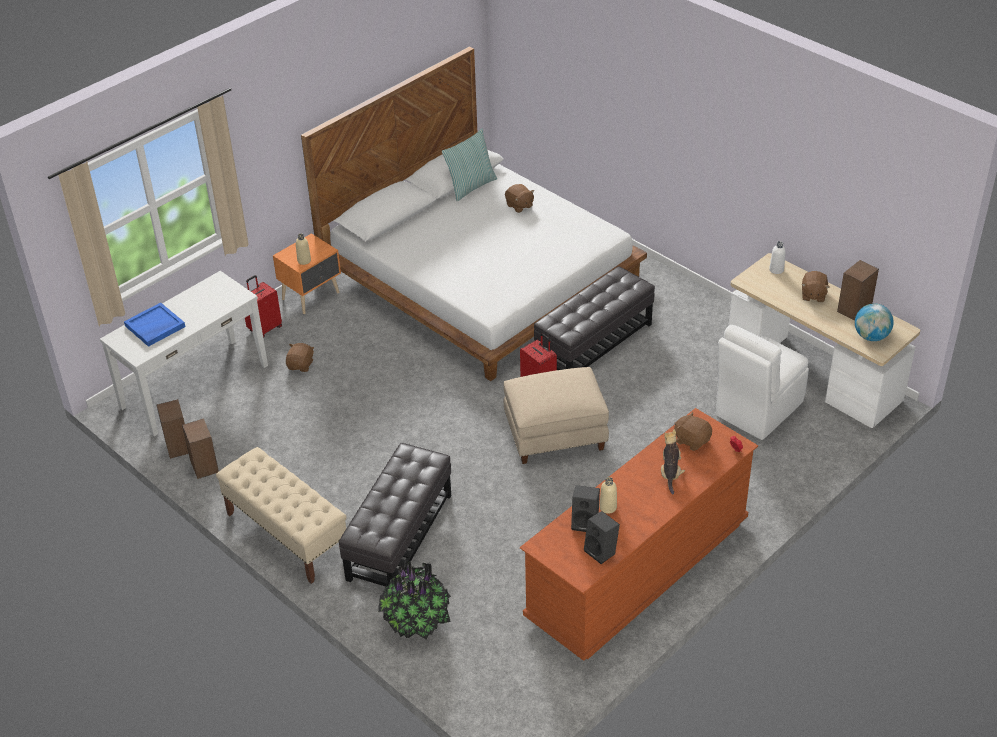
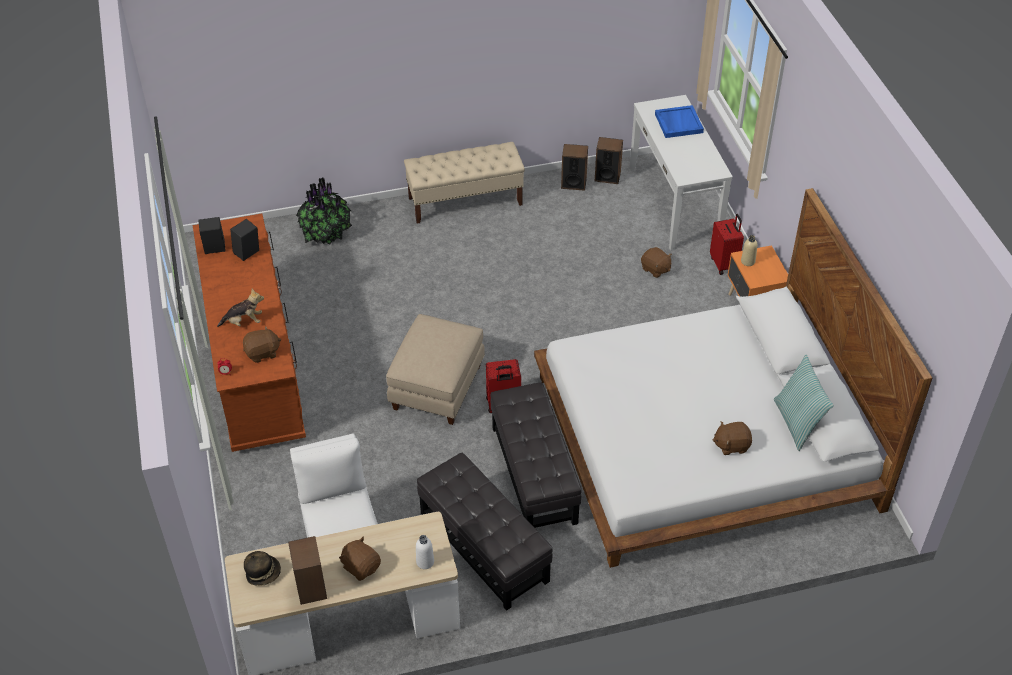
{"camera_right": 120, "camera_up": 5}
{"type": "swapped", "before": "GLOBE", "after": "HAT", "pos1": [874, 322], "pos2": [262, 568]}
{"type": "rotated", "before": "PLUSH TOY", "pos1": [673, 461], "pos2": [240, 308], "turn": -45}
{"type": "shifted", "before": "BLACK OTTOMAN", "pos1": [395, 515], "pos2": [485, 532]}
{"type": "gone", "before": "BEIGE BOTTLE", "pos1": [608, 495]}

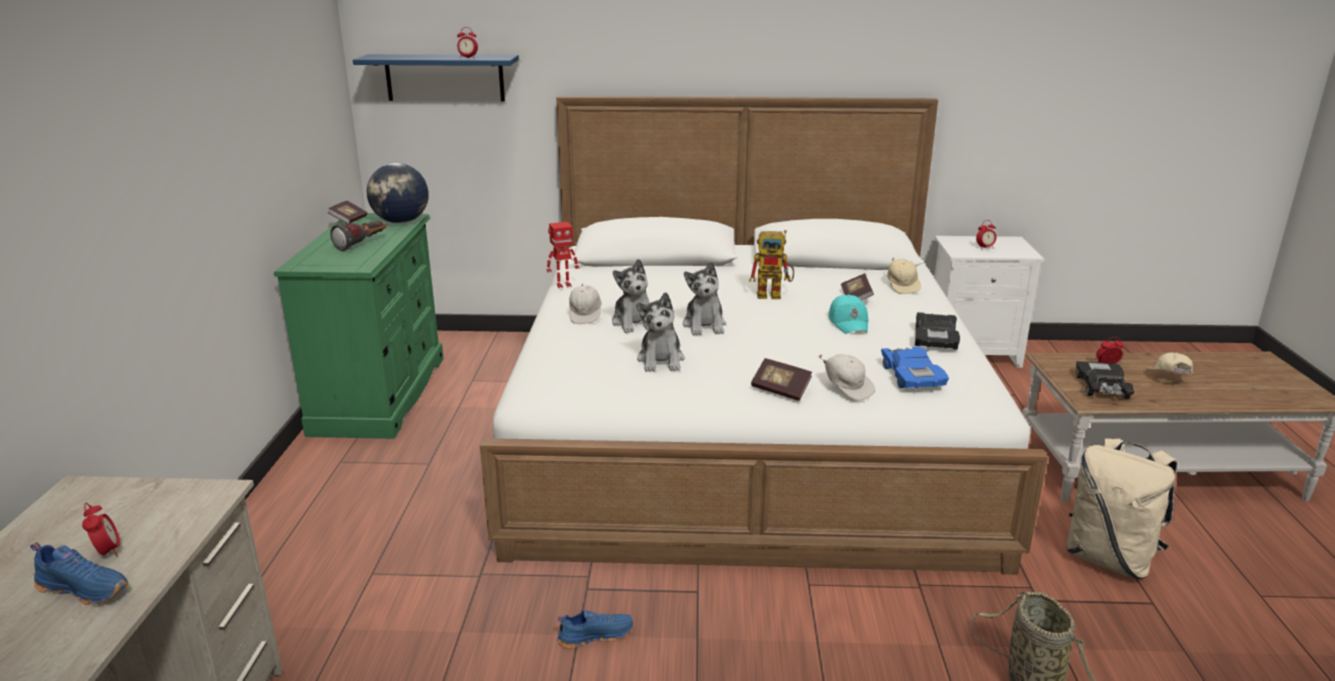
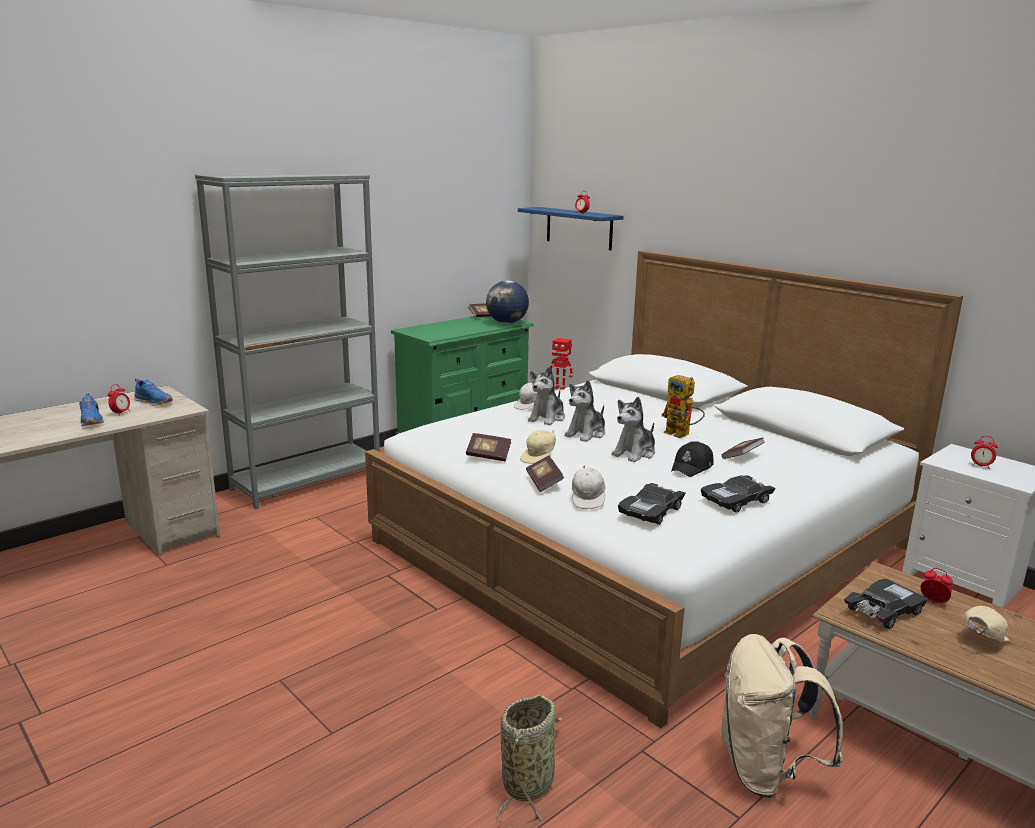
{"camera_right": 45, "camera_up": -5}
{"type": "gone", "before": "FLASHLIGHT", "pos1": [358, 236]}
{"type": "shifted", "before": "BEIGE CAP", "pos1": [904, 276], "pos2": [538, 447]}
{"type": "shifted", "before": "PLUSH TOY", "pos1": [660, 332], "pos2": [633, 429]}
{"type": "repainted", "before": "TURQUOISE CAP", "after": "BLACK CAP", "pos1": [848, 314], "pos2": [692, 459]}
{"type": "repainted", "before": "BLUE TOY CAR", "after": "BLACK TOY CAR", "pos1": [915, 367], "pos2": [651, 504]}
{"type": "shifted", "before": "BLUE SHOE", "pos1": [595, 629], "pos2": [153, 392]}
{"type": "new", "after": "GREY BOOKCASE", "pos2": [287, 340]}
{"type": "new", "after": "BOOK", "pos2": [488, 447]}

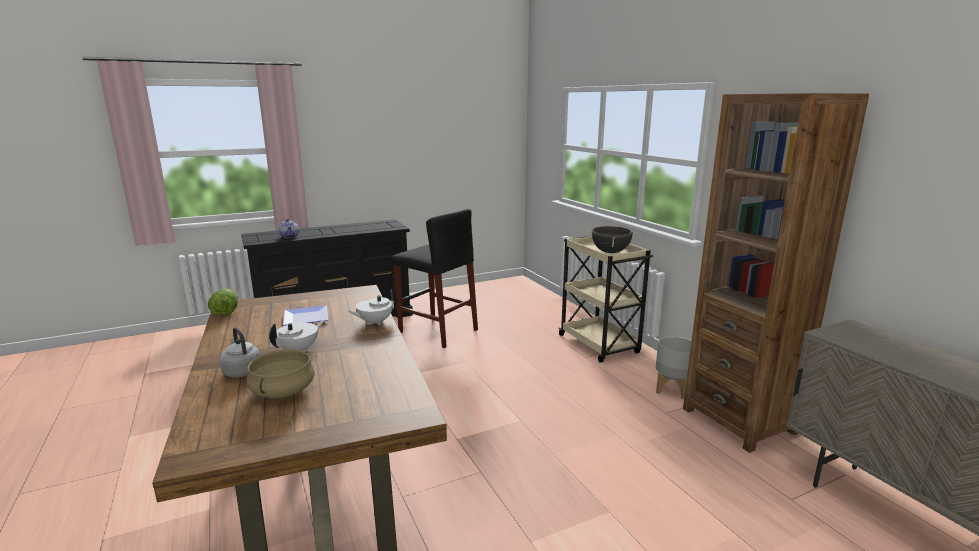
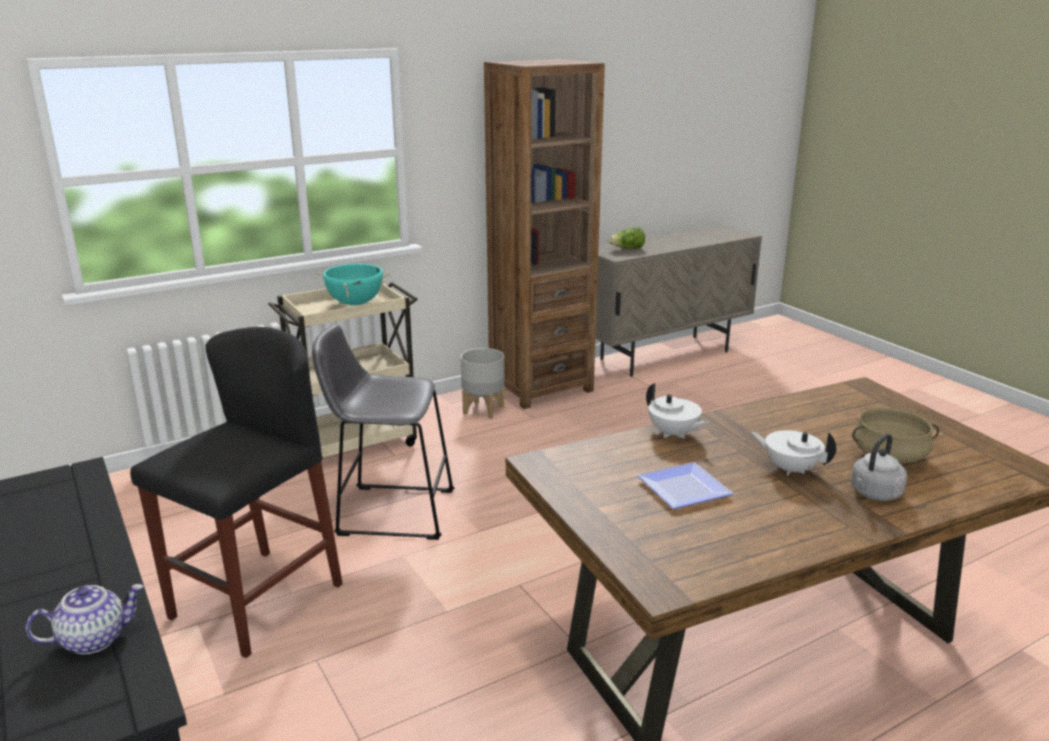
{"camera_right": -95, "camera_up": 5}
{"type": "repainted", "before": "BLACK COOKING POT", "after": "TURQUOISE COOKING POT", "pos1": [612, 239], "pos2": [353, 284]}
{"type": "shifted", "before": "LETTUCE", "pos1": [223, 302], "pos2": [626, 238]}
{"type": "new", "after": "GREY STOOL", "pos2": [383, 432]}

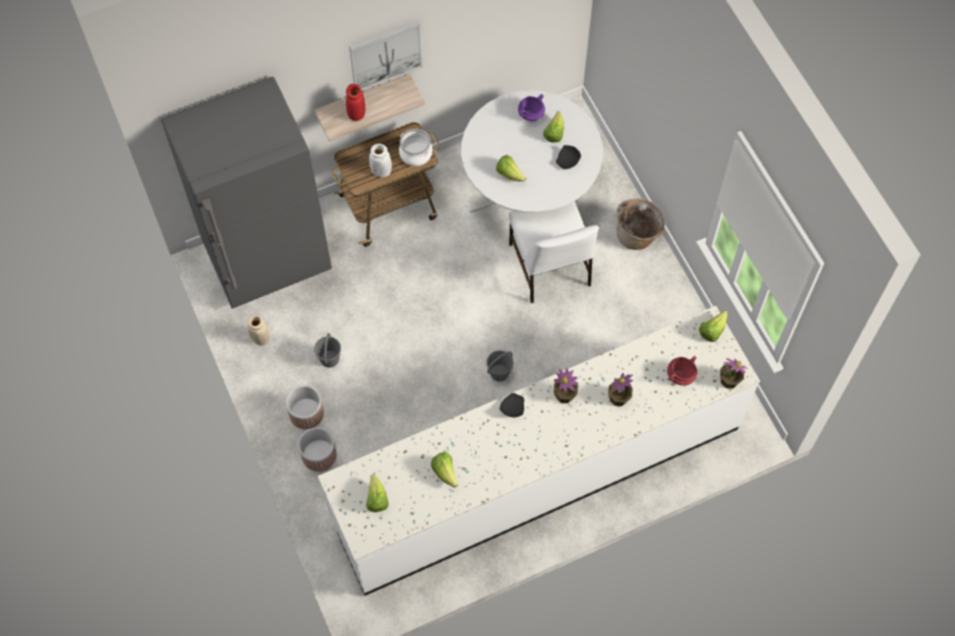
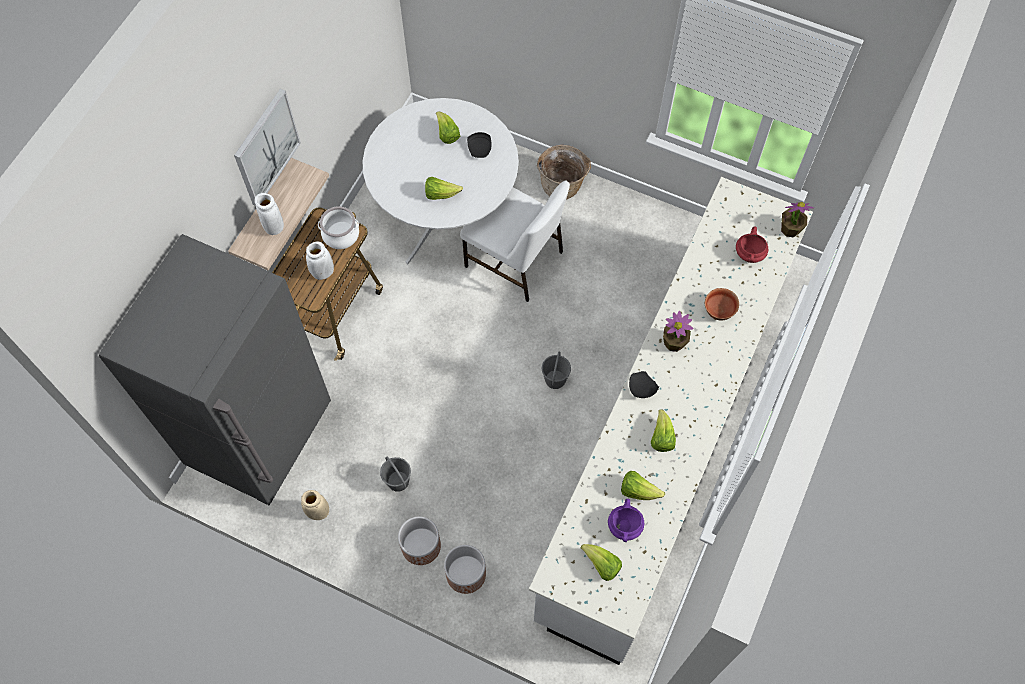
{"camera_right": -40, "camera_up": 0}
{"type": "repainted", "before": "RED VASE", "after": "WHITE VASE", "pos1": [355, 102], "pos2": [269, 214]}
{"type": "shifted", "before": "PURPLE COOKING POT", "pos1": [531, 107], "pos2": [626, 520]}
{"type": "shifted", "before": "LETTUCE", "pos1": [713, 326], "pos2": [663, 430]}
{"type": "swapped", "before": "POTTED PLANT", "after": "BOWL", "pos1": [620, 389], "pos2": [722, 304]}

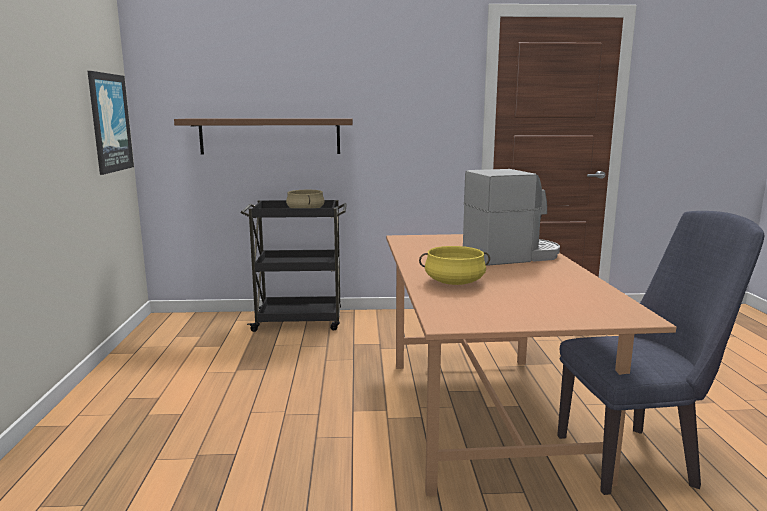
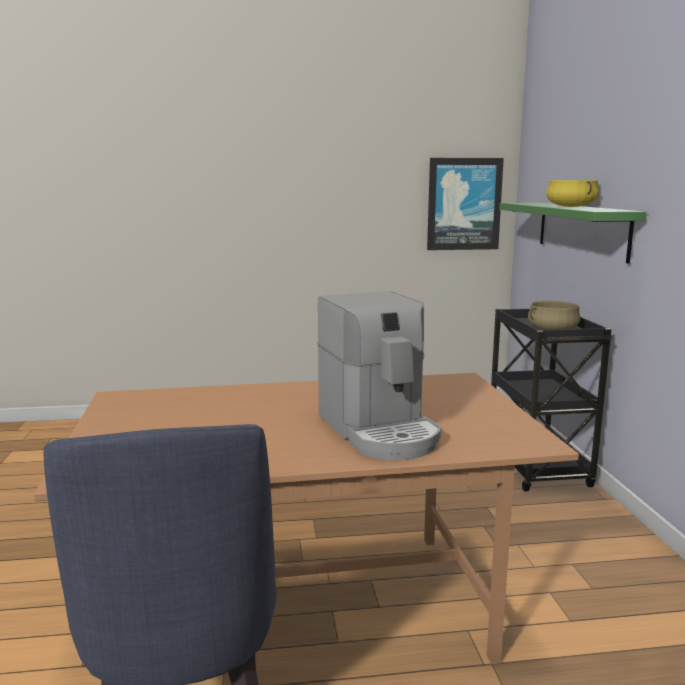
{"camera_right": 85, "camera_up": 0}
{"type": "repainted", "before": "BROWN SHELF", "after": "GREEN SHELF", "pos1": [263, 136], "pos2": [573, 233]}
{"type": "shifted", "before": "YELLOW COOKING POT", "pos1": [454, 265], "pos2": [572, 193]}

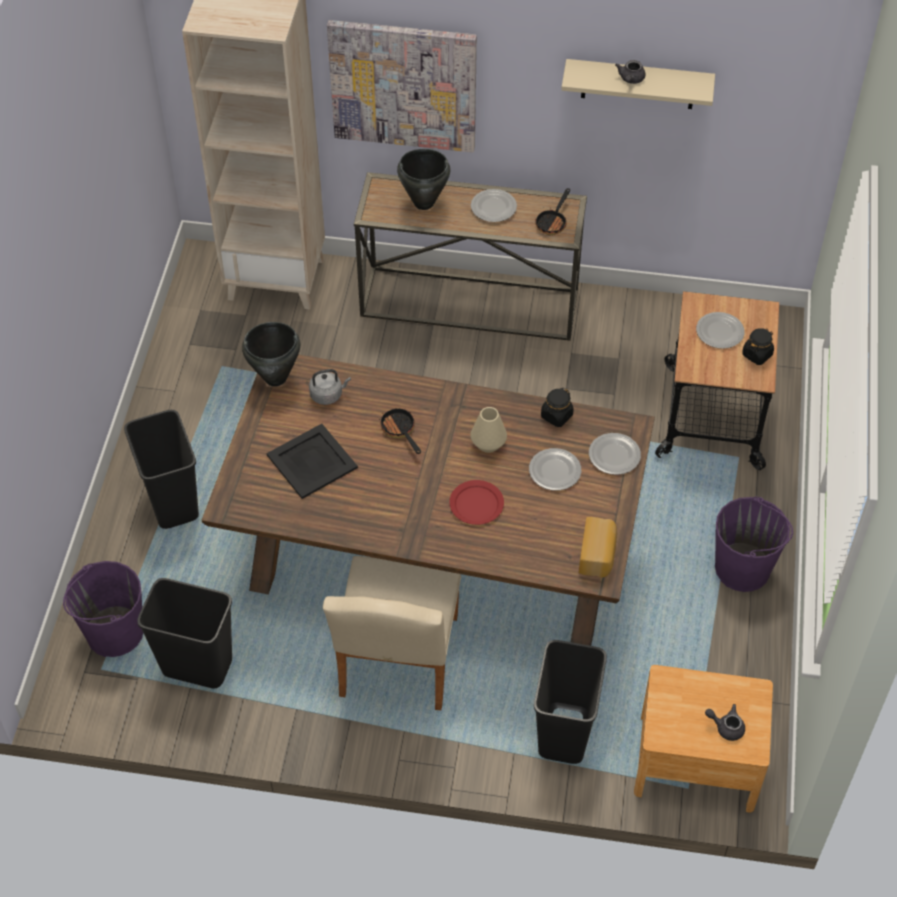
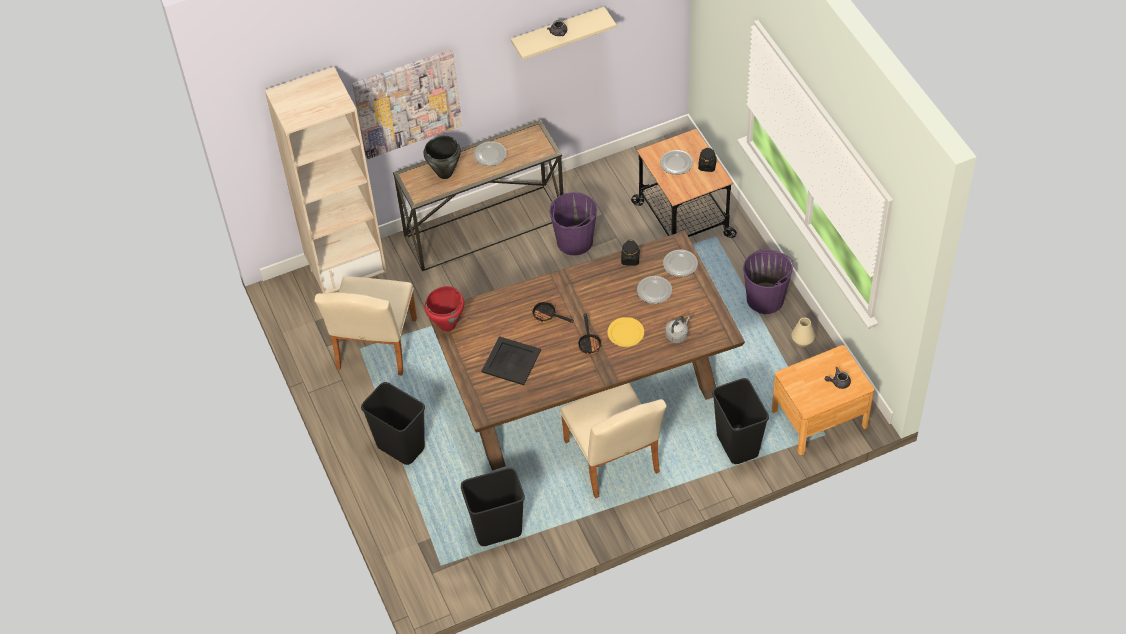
{"camera_right": -30, "camera_up": 0}
{"type": "shifted", "before": "FRYING PAN", "pos1": [552, 211], "pos2": [590, 333]}
{"type": "repainted", "before": "BLACK COOKING POT", "after": "RED COOKING POT", "pos1": [271, 354], "pos2": [444, 309]}
{"type": "shifted", "before": "GREY KETTLE", "pos1": [330, 387], "pos2": [677, 329]}
{"type": "shifted", "before": "BEIGE VASE", "pos1": [489, 430], "pos2": [803, 332]}
{"type": "repainted", "before": "RED PLATE", "after": "YELLOW PLATE", "pos1": [476, 502], "pos2": [625, 332]}
{"type": "gone", "before": "BREAD", "pos1": [598, 547]}
{"type": "shifted", "before": "PURPLE BUCKET", "pos1": [103, 609], "pos2": [573, 223]}
{"type": "new", "after": "BEIGE CHAIR", "pos2": [365, 325]}

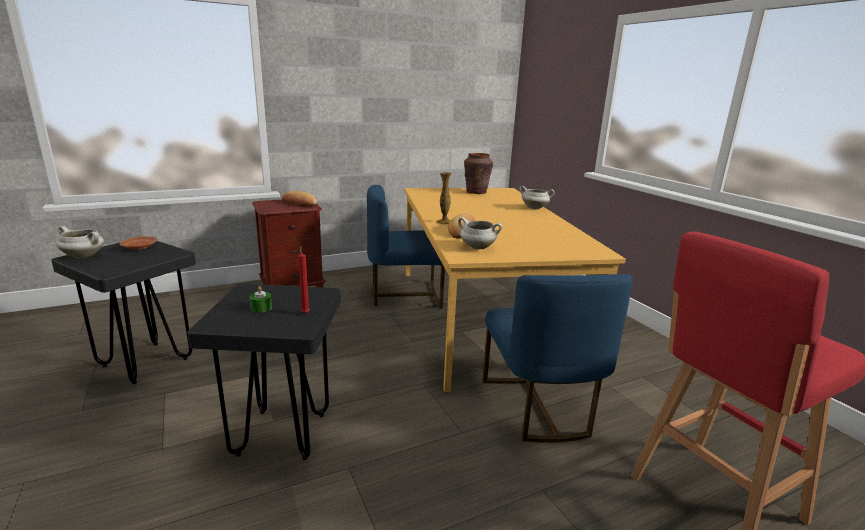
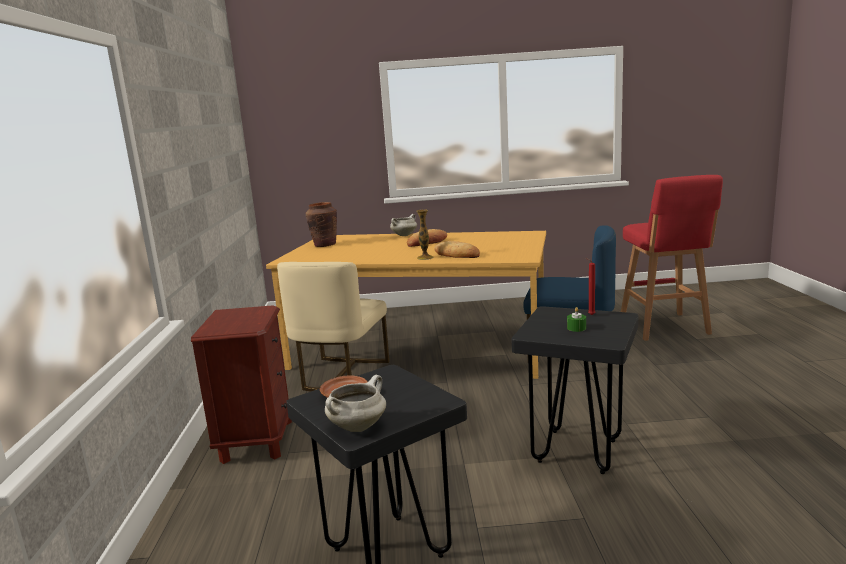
{"camera_right": -65, "camera_up": -5}
{"type": "repainted", "before": "BLUE CHAIR", "after": "BEIGE CHAIR", "pos1": [406, 247], "pos2": [333, 327]}
{"type": "shifted", "before": "BREAD", "pos1": [299, 199], "pos2": [427, 238]}
{"type": "gone", "before": "WHITE COOKING POT", "pos1": [480, 233]}

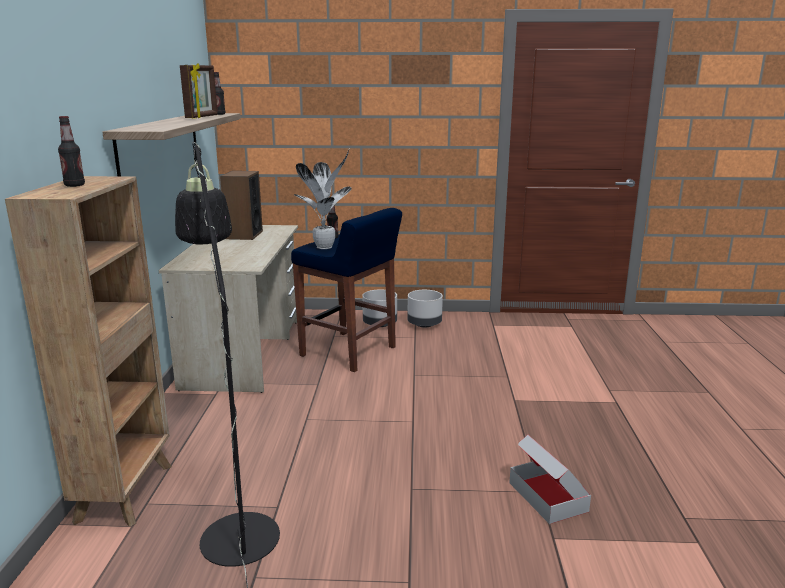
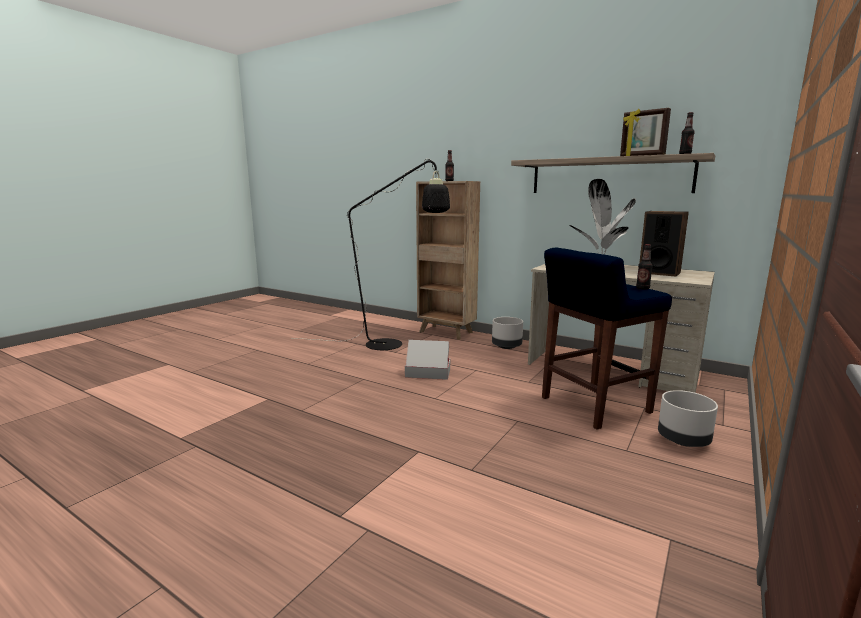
{"camera_right": 120, "camera_up": -5}
{"type": "shifted", "before": "GREY PLANTER", "pos1": [425, 308], "pos2": [507, 333]}
{"type": "shifted", "before": "CARDBOARD BOX", "pos1": [550, 479], "pos2": [427, 360]}

